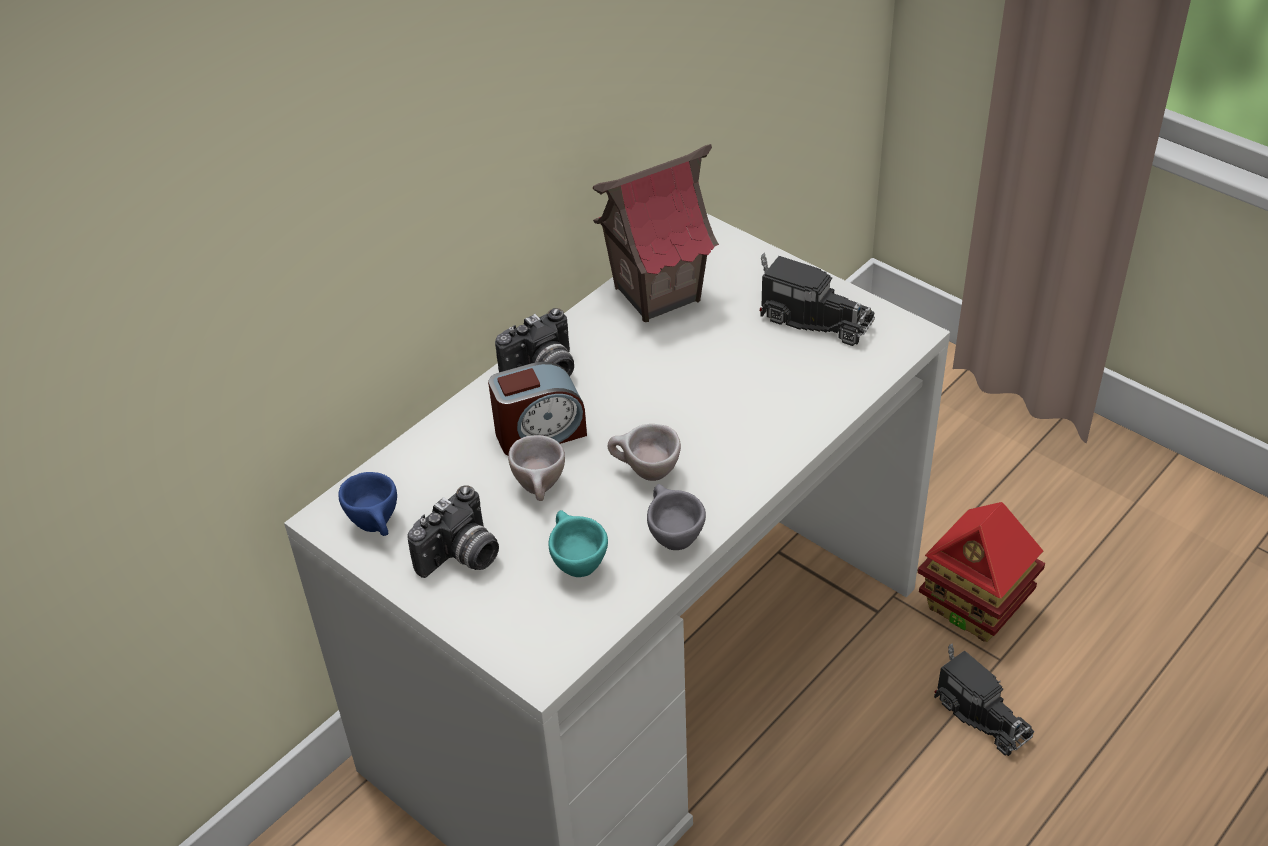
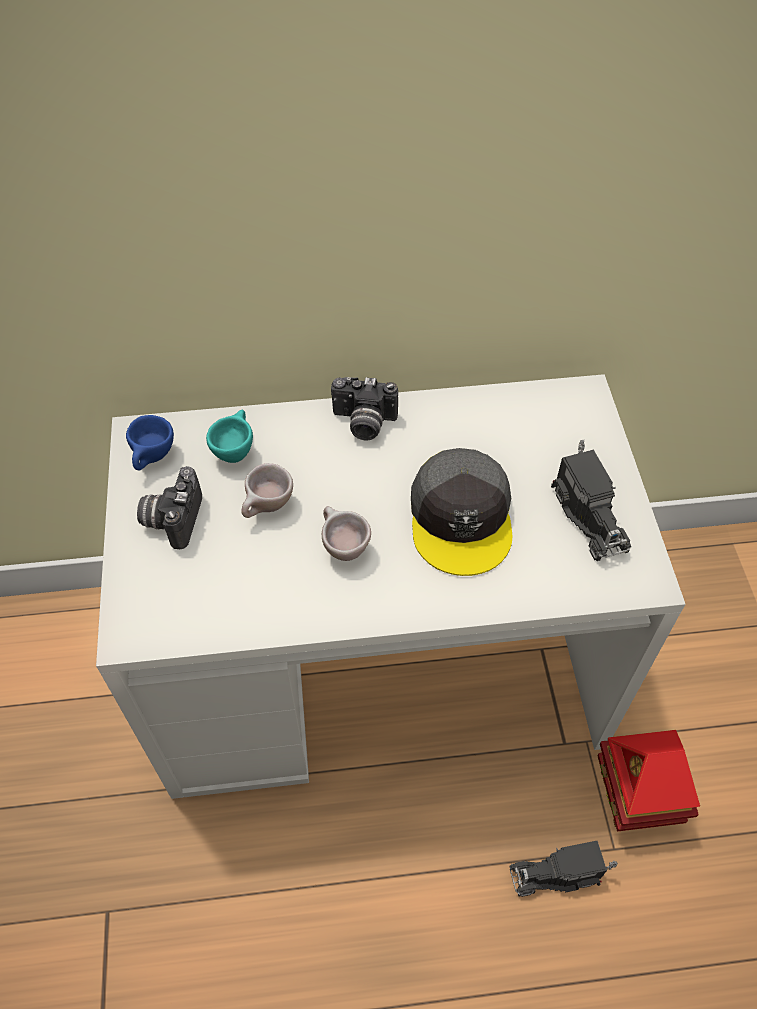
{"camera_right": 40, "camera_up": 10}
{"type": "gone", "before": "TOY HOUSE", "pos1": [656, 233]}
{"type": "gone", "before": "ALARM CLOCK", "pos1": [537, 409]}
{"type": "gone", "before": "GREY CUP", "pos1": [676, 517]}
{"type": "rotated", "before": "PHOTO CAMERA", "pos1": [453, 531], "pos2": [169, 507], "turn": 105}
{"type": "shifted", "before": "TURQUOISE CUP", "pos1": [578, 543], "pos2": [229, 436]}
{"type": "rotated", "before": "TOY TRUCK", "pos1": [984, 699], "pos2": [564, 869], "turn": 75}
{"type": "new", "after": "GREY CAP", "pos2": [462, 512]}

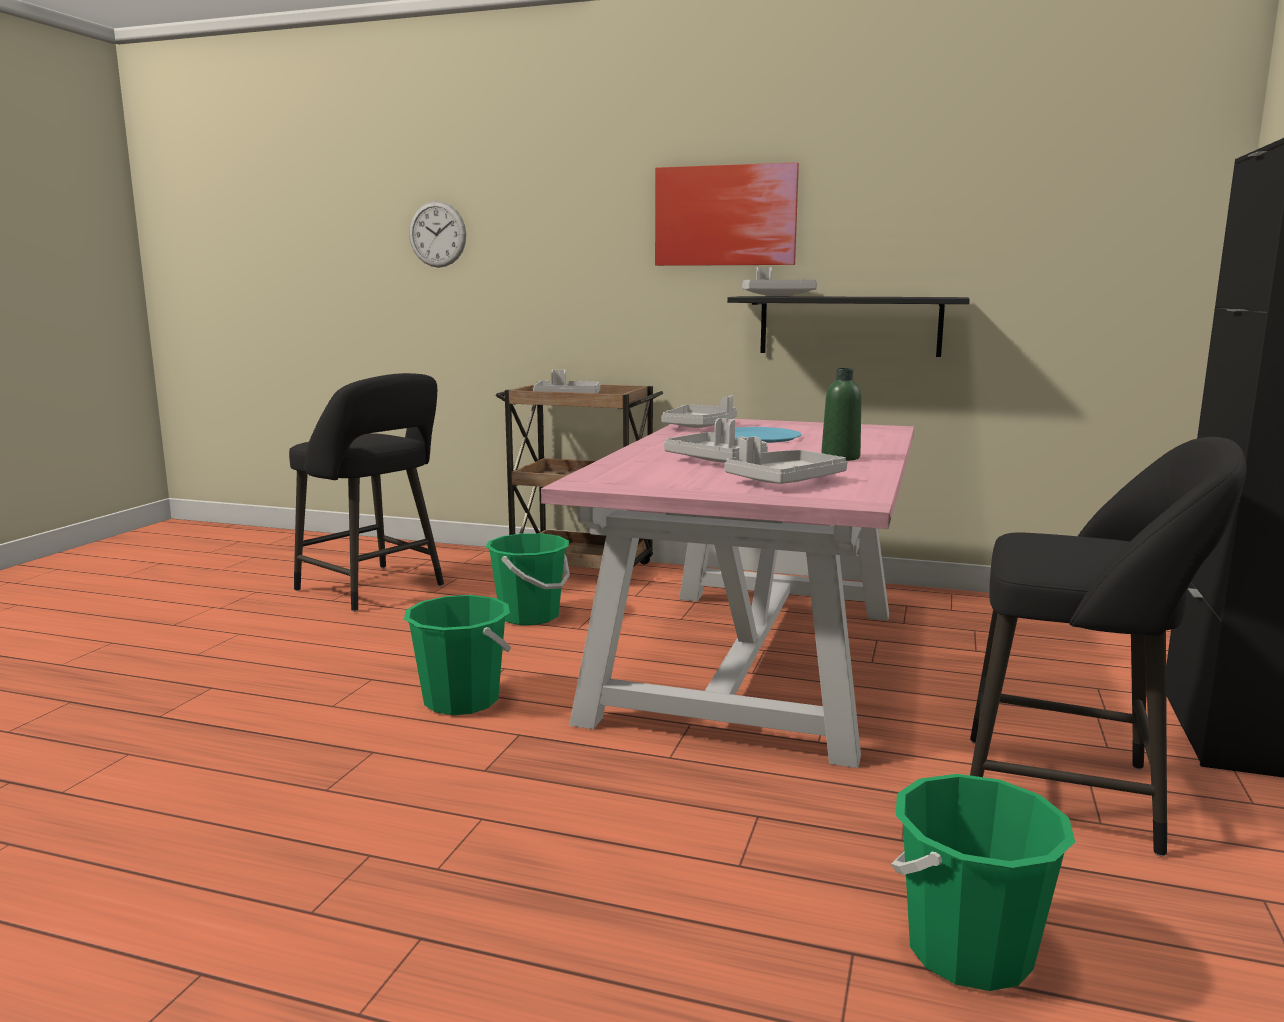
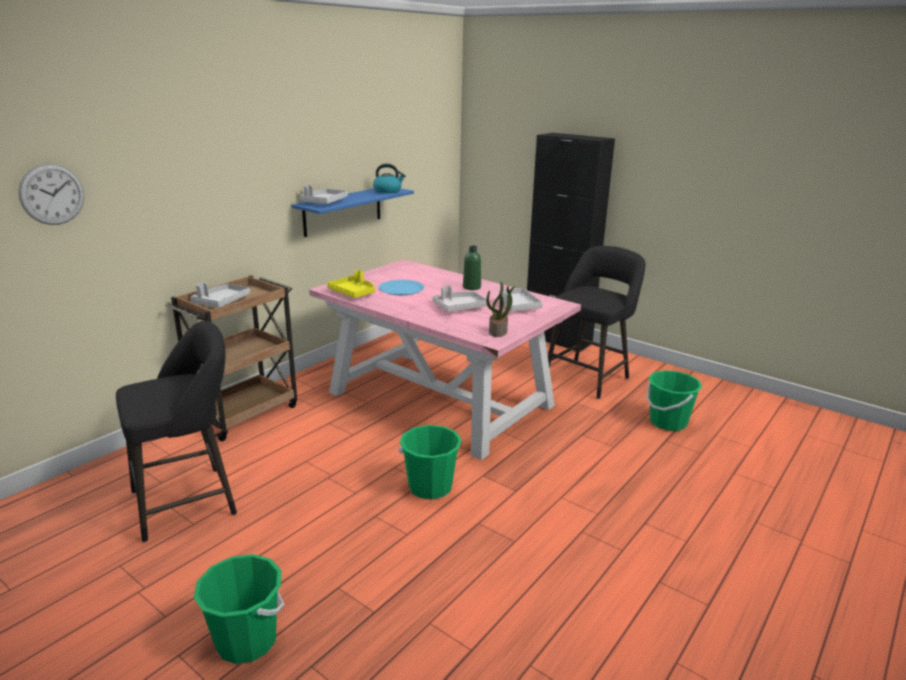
{"camera_right": -70, "camera_up": 10}
{"type": "gone", "before": "PICTURE", "pos1": [727, 214]}
{"type": "repainted", "before": "BLACK SHELF", "after": "BLUE SHELF", "pos1": [848, 326], "pos2": [352, 213]}
{"type": "repainted", "before": "GREY TRAY", "after": "YELLOW TRAY", "pos1": [699, 412], "pos2": [351, 284]}
{"type": "shifted", "before": "GREEN BUCKET", "pos1": [528, 579], "pos2": [238, 609]}
{"type": "new", "after": "KETTLE", "pos2": [389, 178]}
{"type": "new", "after": "POTTED PLANT", "pos2": [501, 309]}

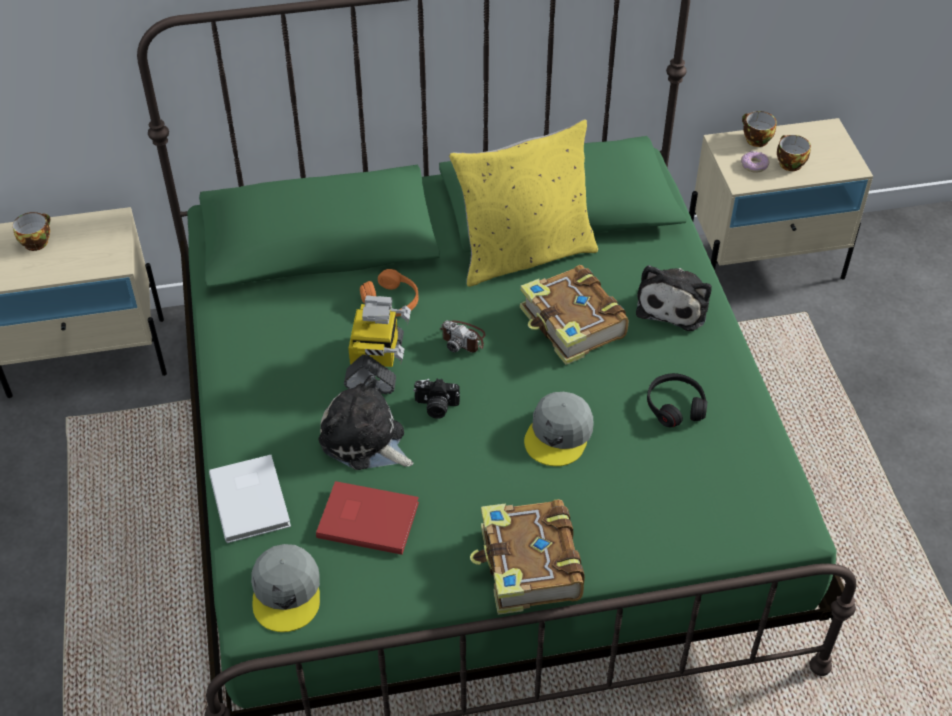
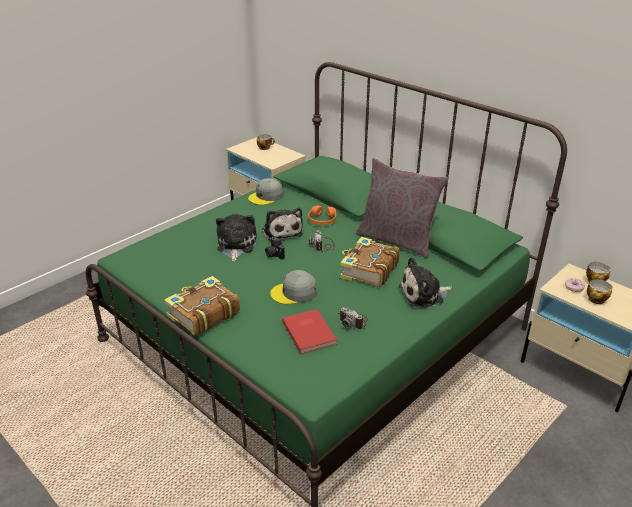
{"camera_right": 55, "camera_up": -15}
{"type": "repainted", "before": "YELLOW PILLOW", "after": "GREY PILLOW", "pos1": [523, 203], "pos2": [402, 208]}
{"type": "swapped", "before": "TOY ROBOT", "after": "PLUSH TOY", "pos1": [377, 344], "pos2": [282, 225]}
{"type": "swapped", "before": "BLACK HEADPHONES", "after": "PHOTO CAMERA", "pos1": [677, 400], "pos2": [353, 318]}
{"type": "gone", "before": "WHITE BOOK", "pos1": [250, 499]}
{"type": "shifted", "before": "RED BOOK", "pos1": [367, 518], "pos2": [309, 331]}
{"type": "shifted", "before": "GREY CAP", "pos1": [285, 588], "pos2": [266, 191]}

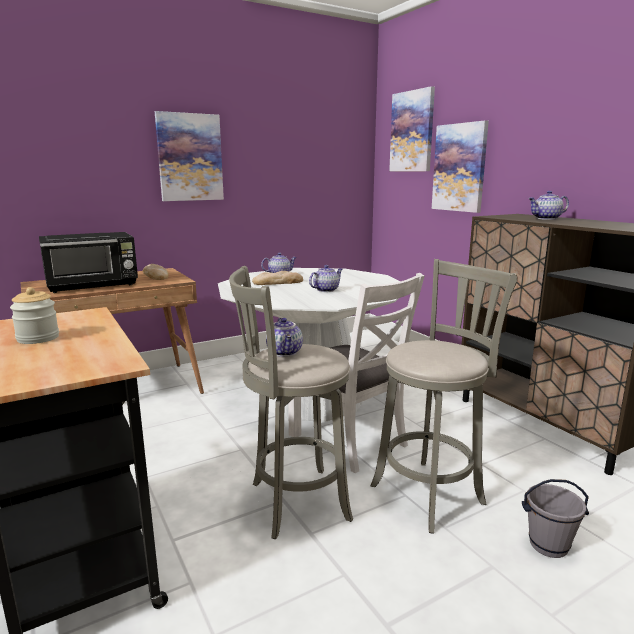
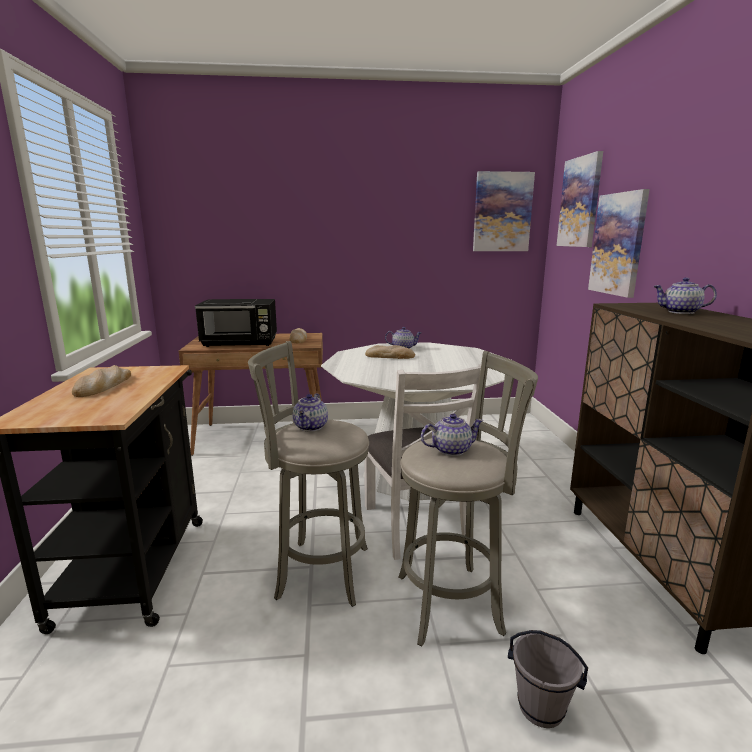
{"camera_right": 25, "camera_up": 0}
{"type": "shifted", "before": "PICTURE", "pos1": [189, 156], "pos2": [504, 211]}
{"type": "shifted", "before": "TEAPOT", "pos1": [325, 278], "pos2": [452, 435]}
{"type": "swapped", "before": "JAR", "after": "BREAD", "pos1": [34, 315], "pos2": [101, 381]}

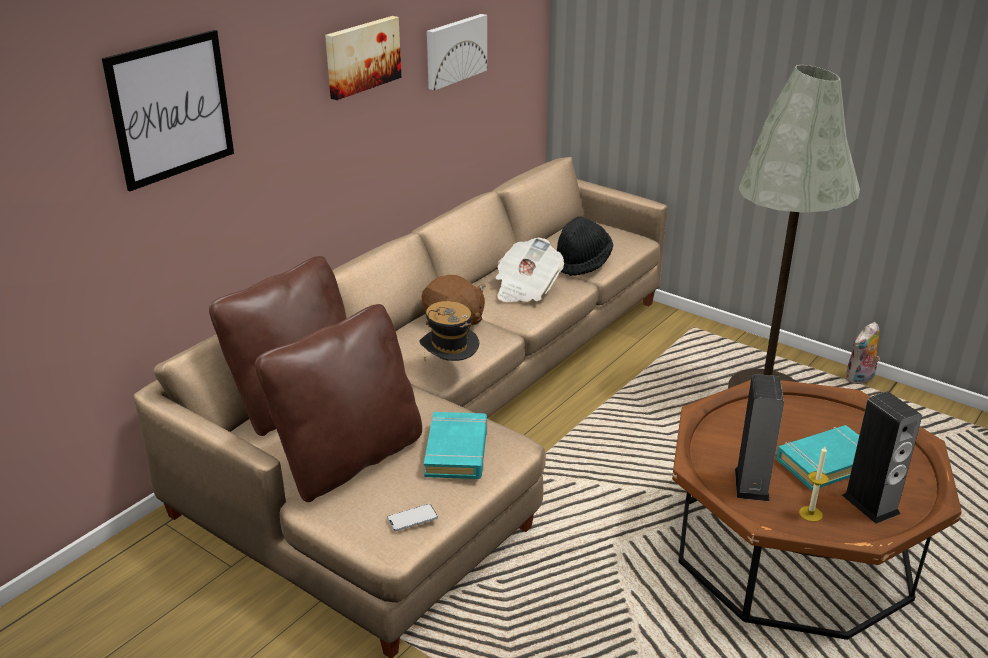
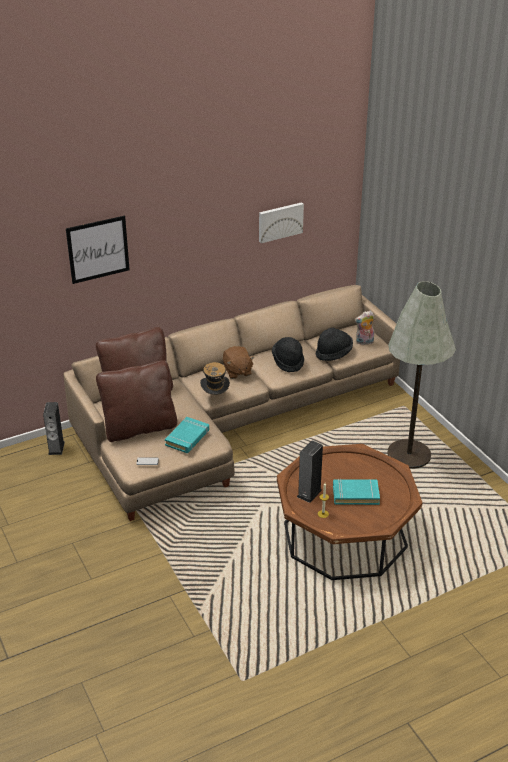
{"camera_right": 25, "camera_up": 5}
{"type": "gone", "before": "PICTURE", "pos1": [363, 58]}
{"type": "swapped", "before": "NEWSPAPER", "after": "BLACK HAT", "pos1": [530, 270], "pos2": [288, 354]}
{"type": "shifted", "before": "PLUSH TOY", "pos1": [862, 353], "pos2": [365, 328]}
{"type": "shifted", "before": "SPEAKER", "pos1": [882, 457], "pos2": [54, 428]}

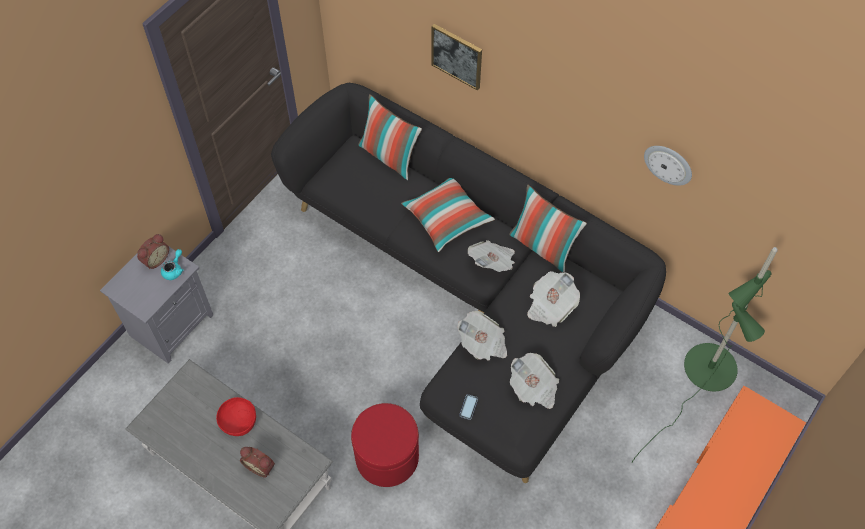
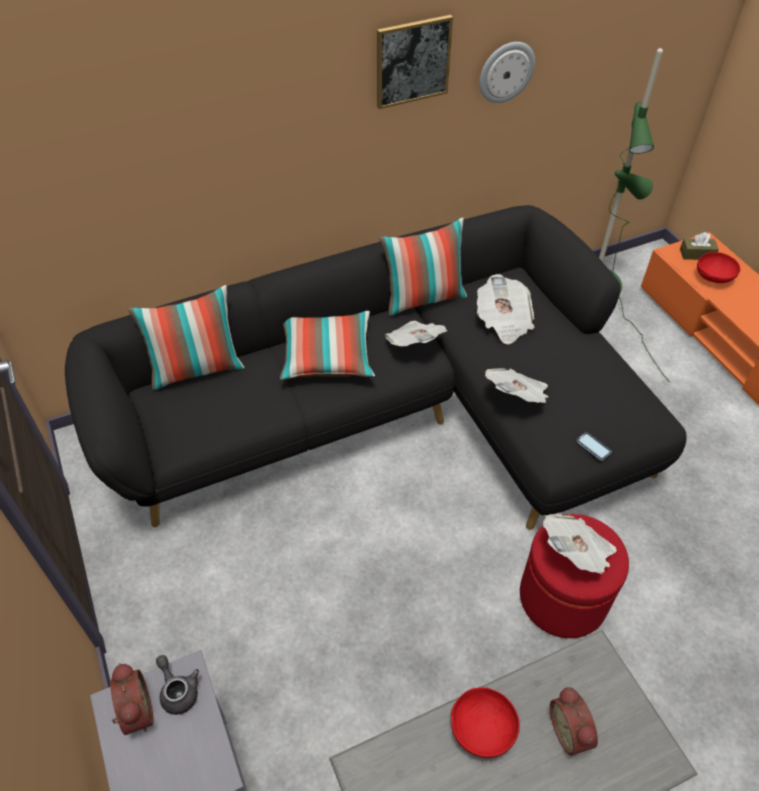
{"camera_right": -60, "camera_up": -10}
{"type": "shifted", "before": "PICTURE", "pos1": [456, 57], "pos2": [415, 62]}
{"type": "repainted", "before": "TURQUOISE TEAPOT", "after": "GREY TEAPOT", "pos1": [172, 264], "pos2": [177, 685]}
{"type": "shifted", "before": "NEWSPAPER", "pos1": [534, 381], "pos2": [580, 544]}
{"type": "rotated", "before": "ALARM CLOCK", "pos1": [257, 462], "pos2": [574, 721], "turn": 105}
{"type": "new", "after": "BROWN TISSUE BOX", "pos2": [699, 246]}
{"type": "new", "after": "RED BOWL", "pos2": [718, 267]}

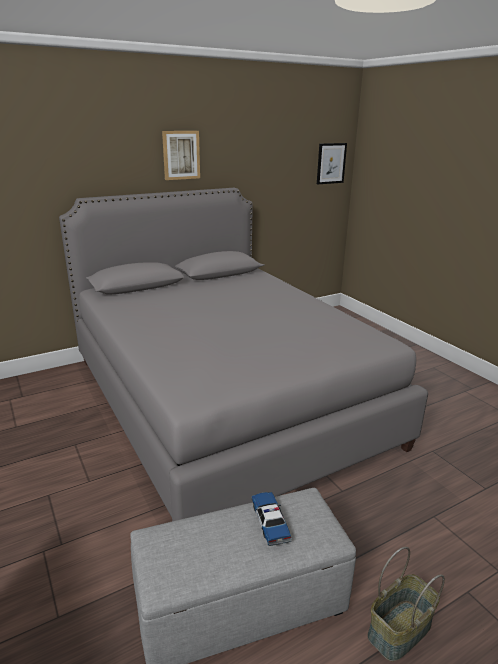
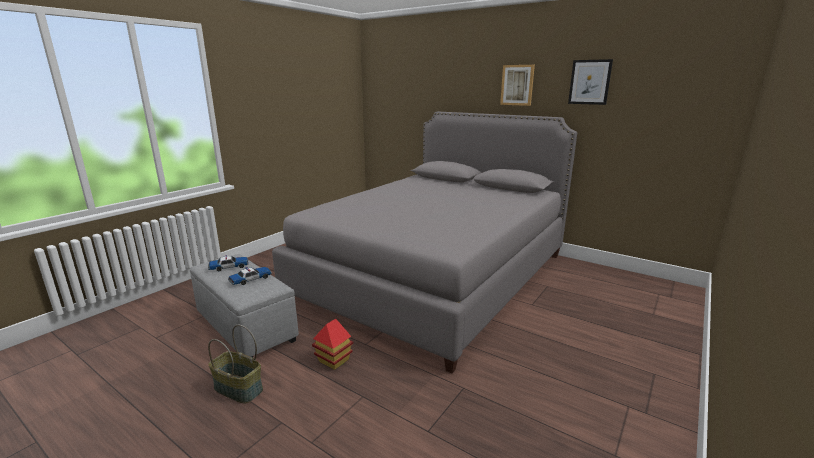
{"camera_right": 65, "camera_up": -5}
{"type": "shifted", "before": "PICTURE", "pos1": [332, 163], "pos2": [590, 82]}
{"type": "new", "after": "TOY CAR", "pos2": [228, 263]}
{"type": "new", "after": "TOY HOUSE", "pos2": [332, 344]}

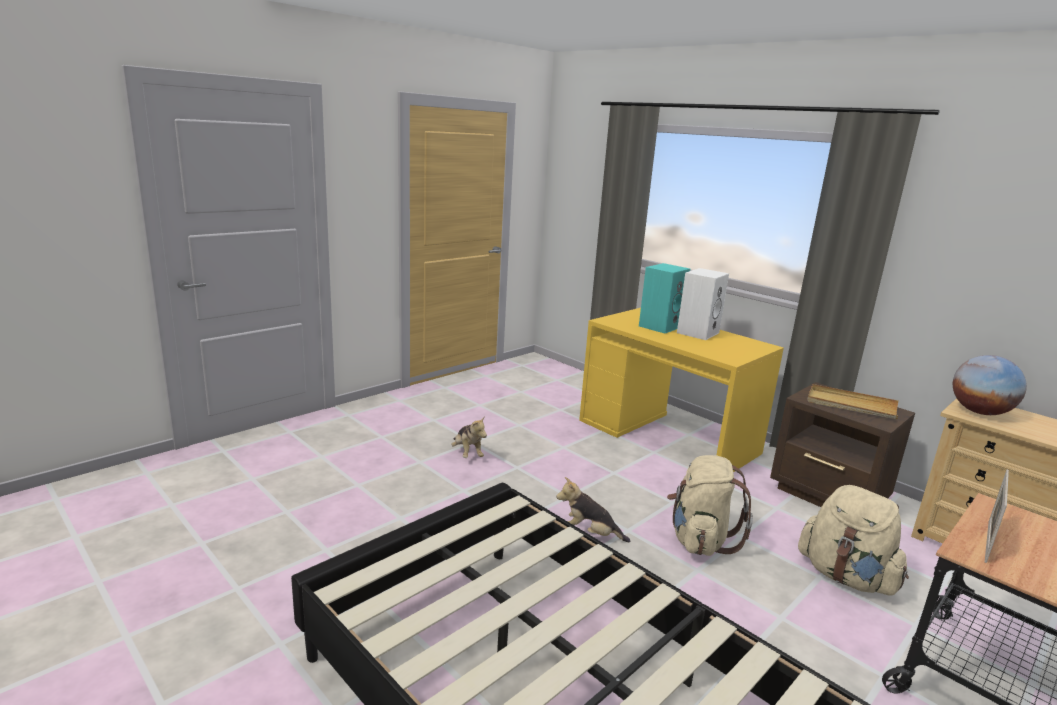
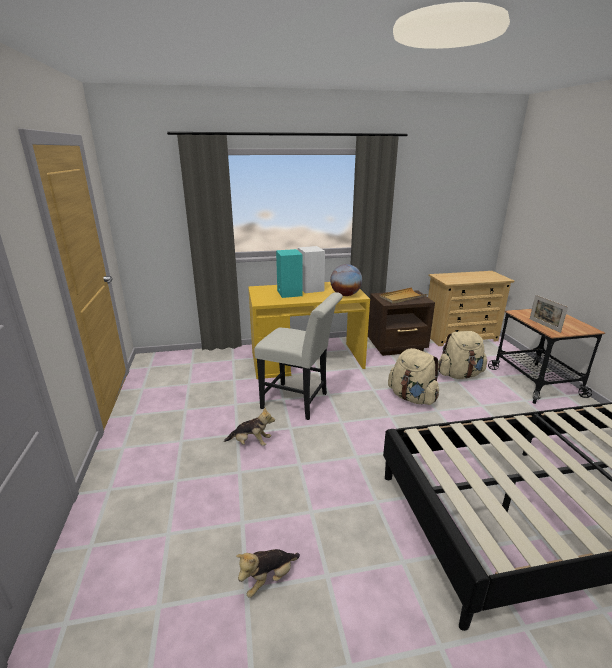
{"camera_right": -55, "camera_up": 5}
{"type": "shifted", "before": "GLOBE", "pos1": [990, 385], "pos2": [346, 280]}
{"type": "shifted", "before": "PLUSH TOY", "pos1": [593, 509], "pos2": [268, 573]}
{"type": "new", "after": "WHITE CHAIR", "pos2": [298, 356]}

